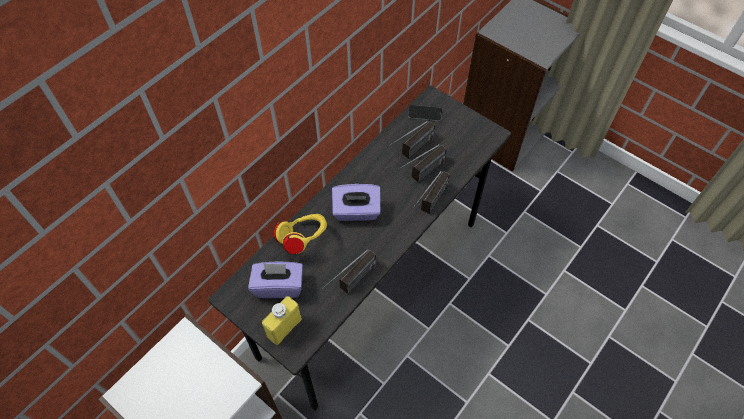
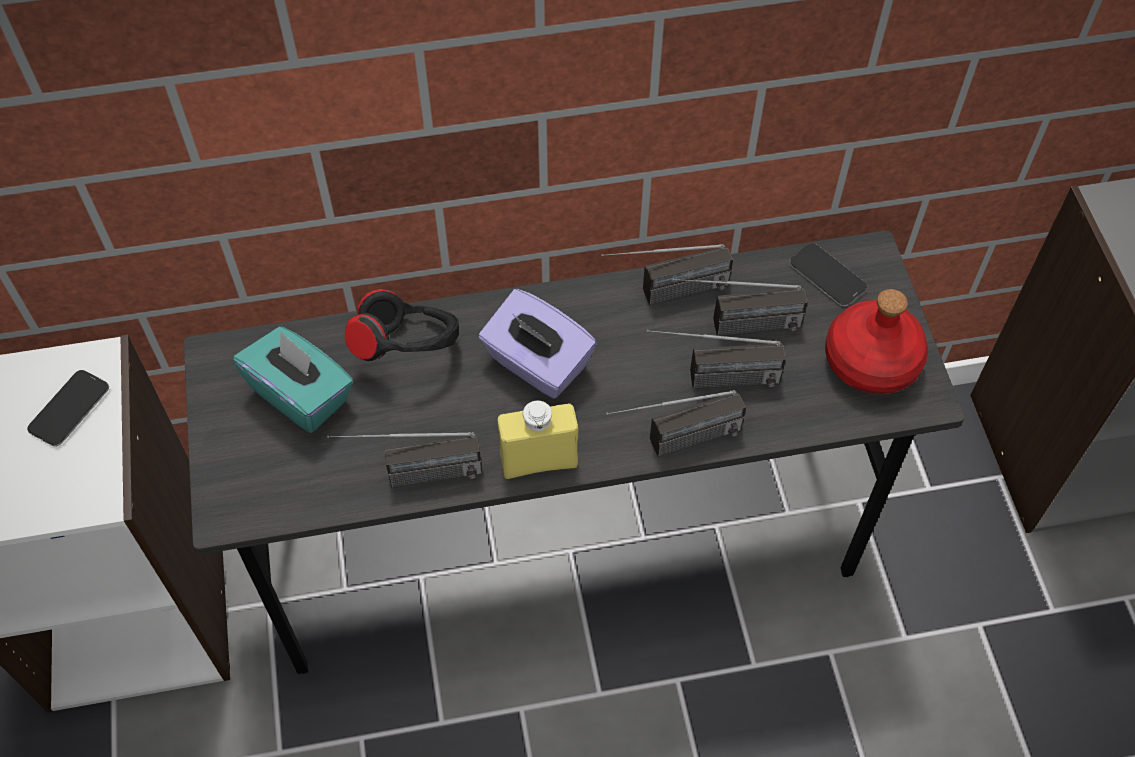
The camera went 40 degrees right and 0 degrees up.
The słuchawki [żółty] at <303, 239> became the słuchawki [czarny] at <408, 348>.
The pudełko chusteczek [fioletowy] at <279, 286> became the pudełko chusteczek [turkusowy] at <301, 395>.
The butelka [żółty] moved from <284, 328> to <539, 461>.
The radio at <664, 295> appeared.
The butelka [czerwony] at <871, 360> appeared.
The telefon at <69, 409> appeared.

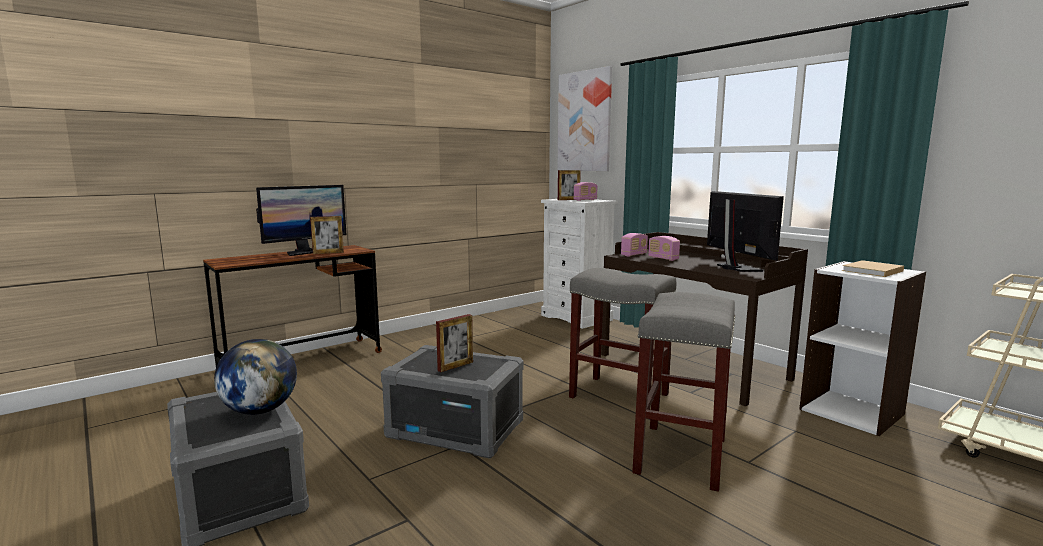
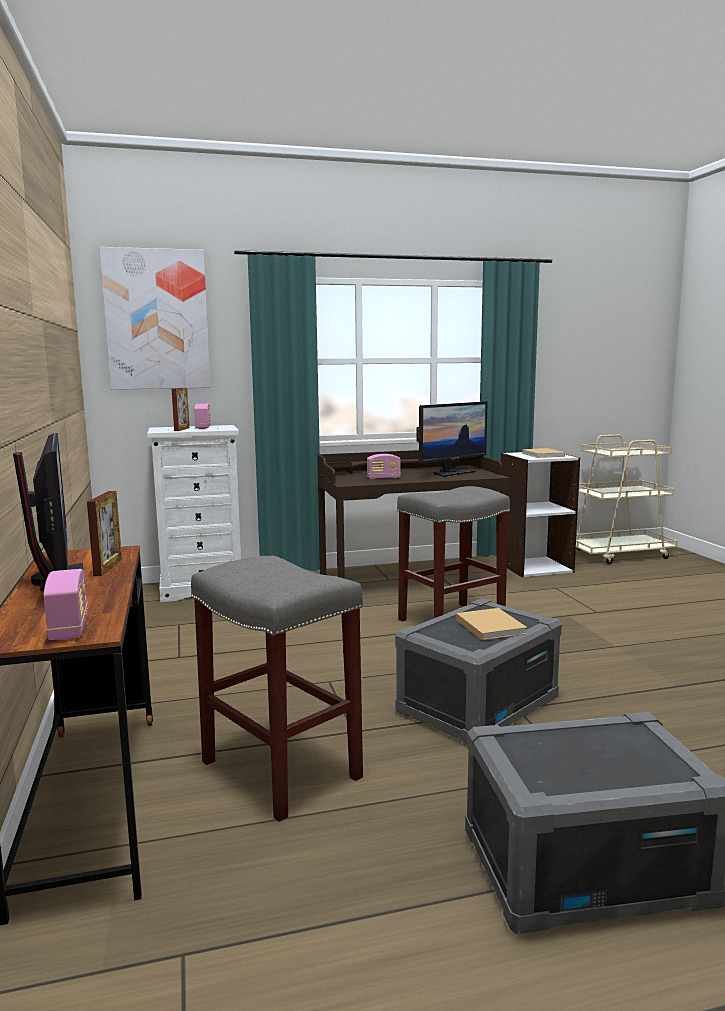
The camera went 65 degrees left and 0 degrees up.
The monitor at <735, 267> turned 135 degrees clockwise.
The radio moved from <634, 255> to <69, 628>.
The stołek [szary] moved from <681, 456> to <283, 770>.
The ramka na zdjęcie at <455, 366> was replaced by the książka [beżowy] at <489, 626>.
The globus at <260, 410> disappeared.

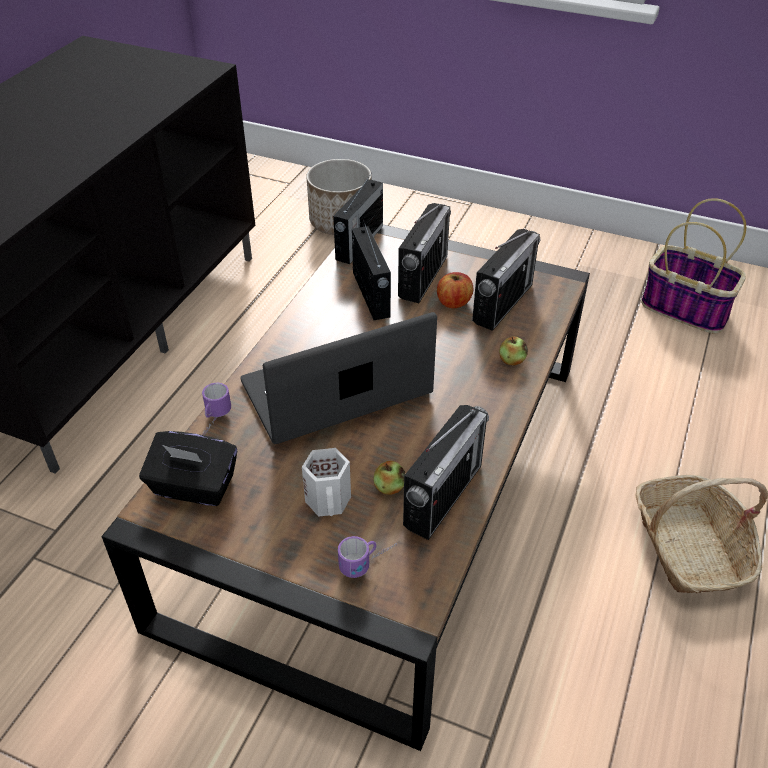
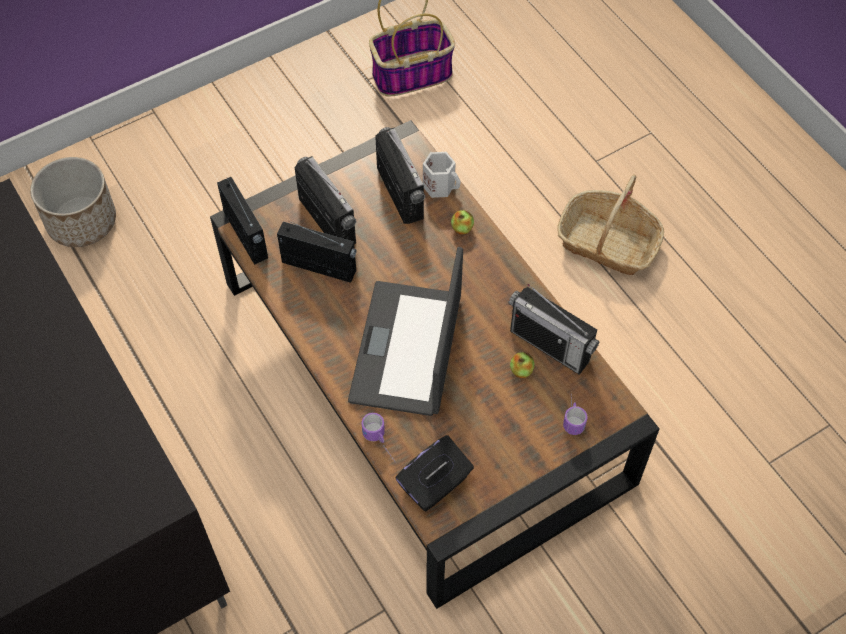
The camera went 55 degrees left and 15 degrees up.
The jabłko at <453, 302> disappeared.
The radio at <443, 496> turned 150 degrees clockwise.
The kubek [biały] moved from <329, 500> to <440, 186>.

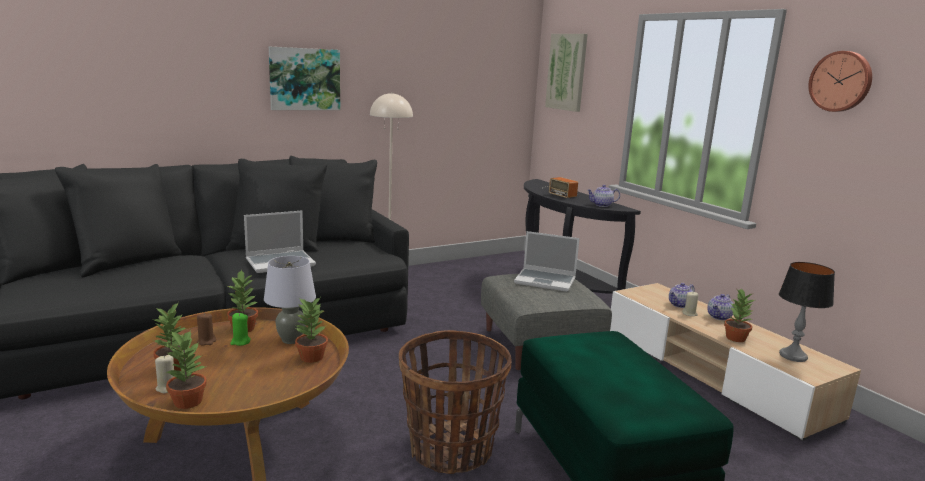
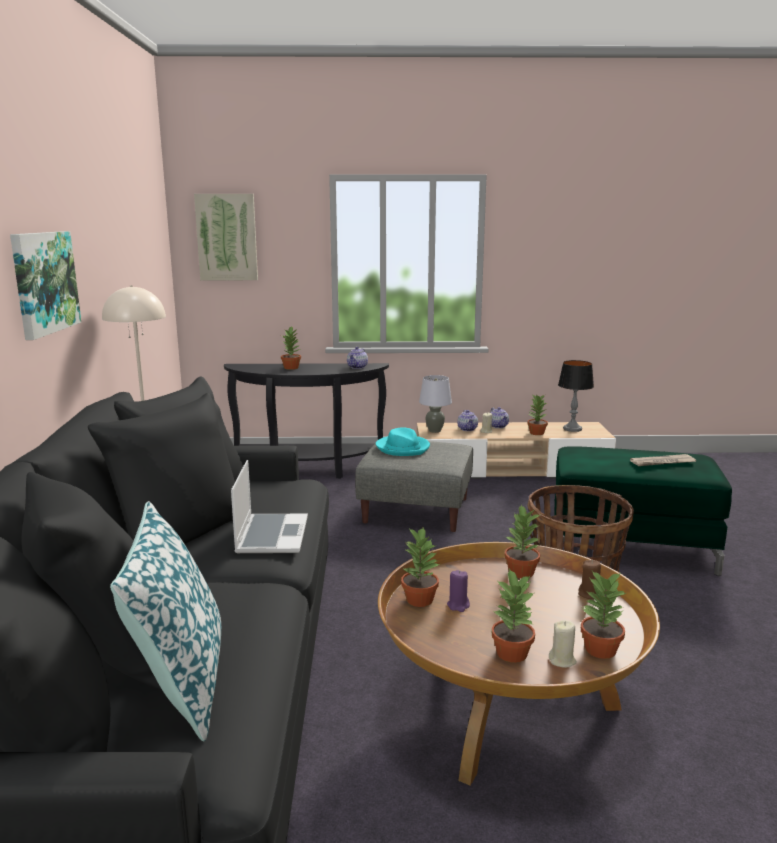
The camera went 60 degrees left and 0 degrees up.
The zegar ścienny at <841, 81> disappeared.
The radio at <559, 192> was replaced by the roślina doniczkowa at <291, 368>.
The laptop at <546, 281> was replaced by the kapelusz [turkusowy] at <403, 448>.
The lampa stołowa [szary] moved from <291, 340> to <435, 430>.
The świeca [brązowy] moved from <206, 341> to <589, 594>.
The świeca [zielony] at <240, 342> became the świeca [fioletowy] at <458, 605>.
The gazeta at <662, 462> appeared.
The poduszka at <180, 683> appeared.

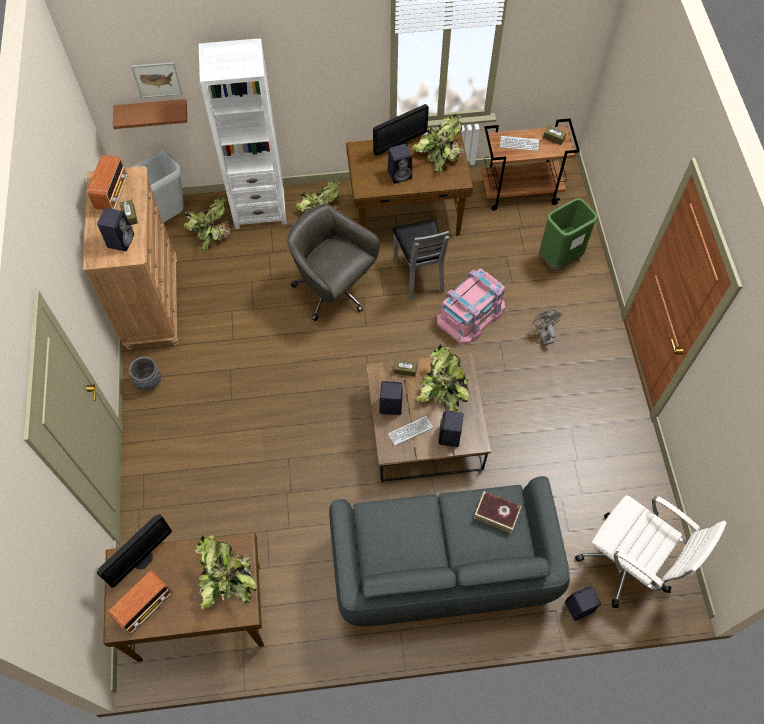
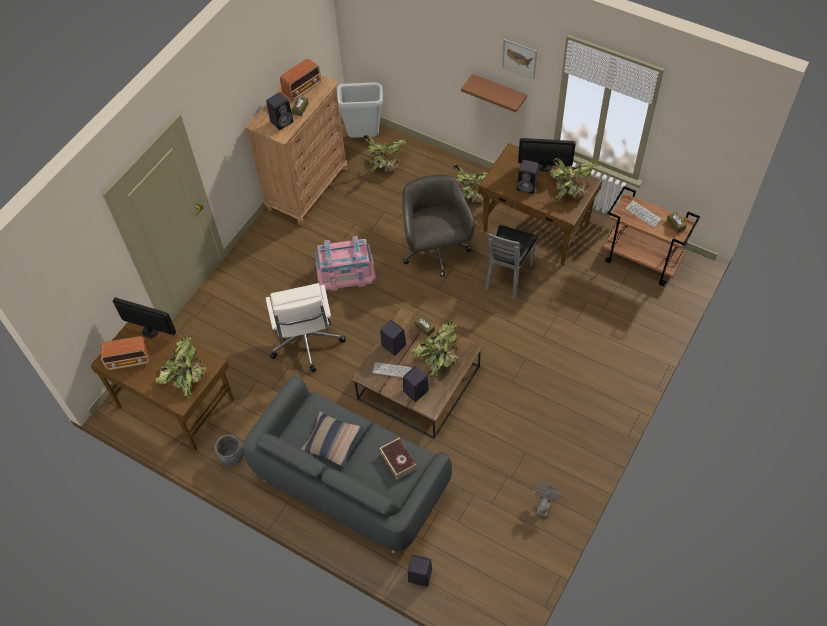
The camera went 40 degrees right and 5 degrees down.
The regał [biały] at <259, 209> disappeared.
The obraz moved from <157, 79> to <519, 58>.
The półka [brązowy] moved from <152, 112> to <499, 92>.
The kosz na śmieci [zielony] at <559, 259> disappeared.
The pojemnik do przechowywania [różowy] moved from <471, 314> to <345, 272>.
The wentylator [szary] moved from <544, 334> to <544, 505>.
The donica [szary] moved from <149, 381> to <232, 457>.
The krzesło biurowe [biały] moved from <628, 564> to <306, 342>.
The monitor at <142, 558> turned 150 degrees counterclockwise.
The poduszka at <332, 442> appeared.

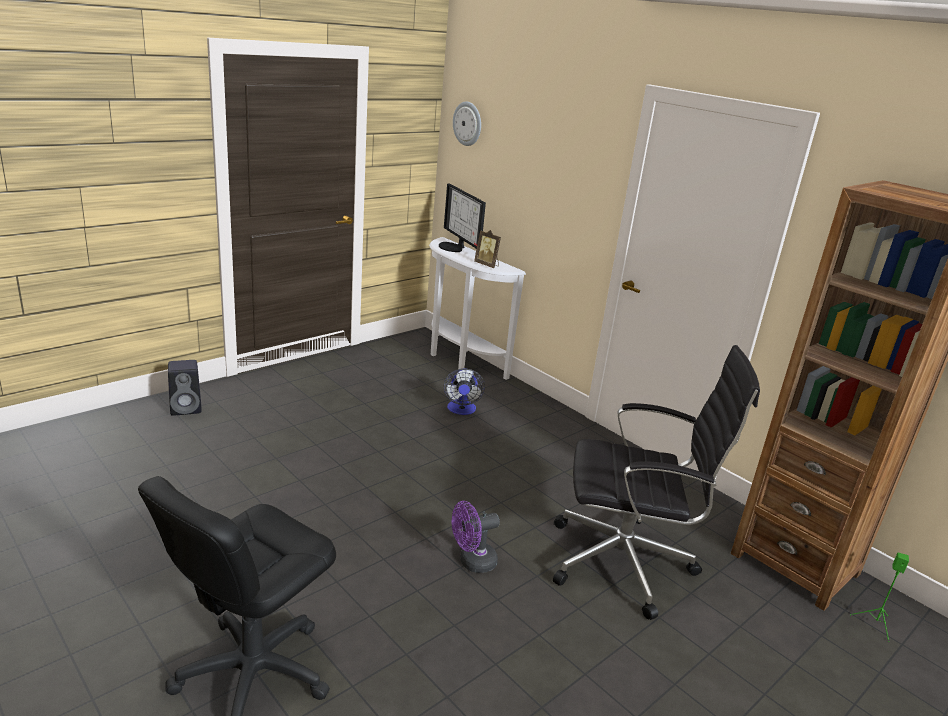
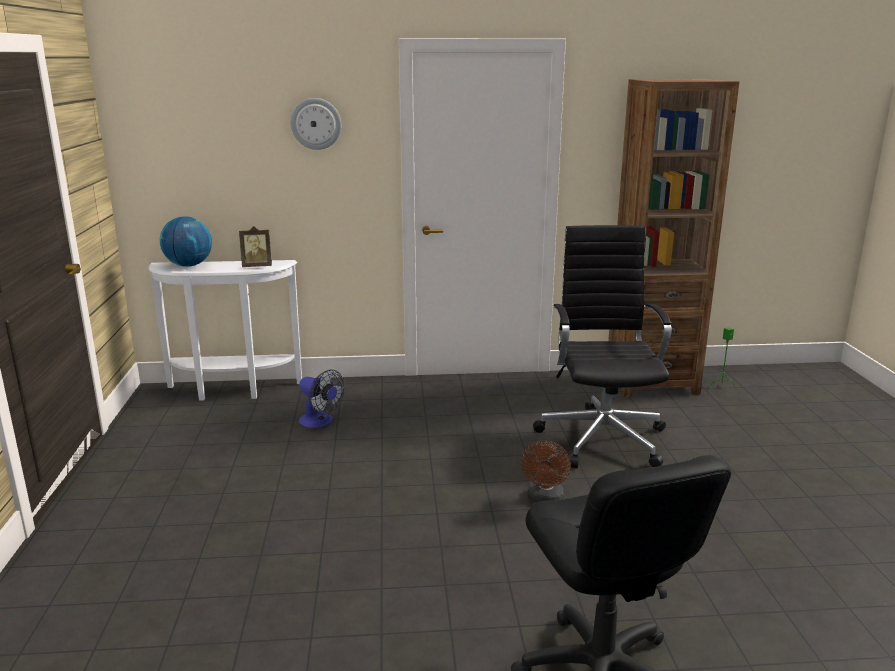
The camera went 50 degrees left and 5 degrees down.
The zegar ścienny moved from <468, 123> to <316, 123>.
The monitor at <454, 247> was replaced by the globus at <189, 265>.
The krzesło biurowe [czarny] at <625, 563> turned 45 degrees counterclockwise.
The głośnik [czarny] at <187, 408> disappeared.
The wentylator [fioletowy] at <472, 562> became the wentylator [brązowy] at <545, 500>.

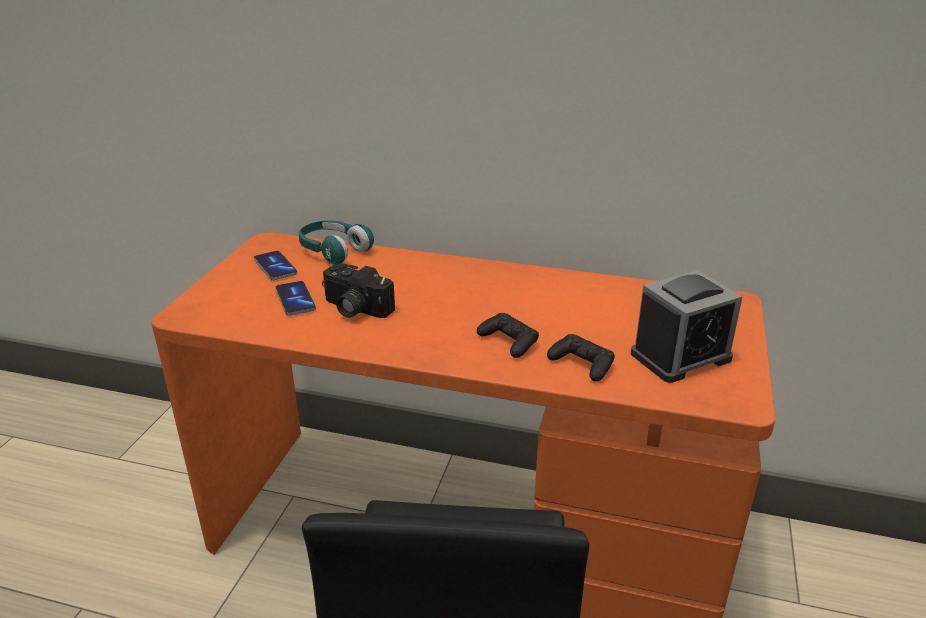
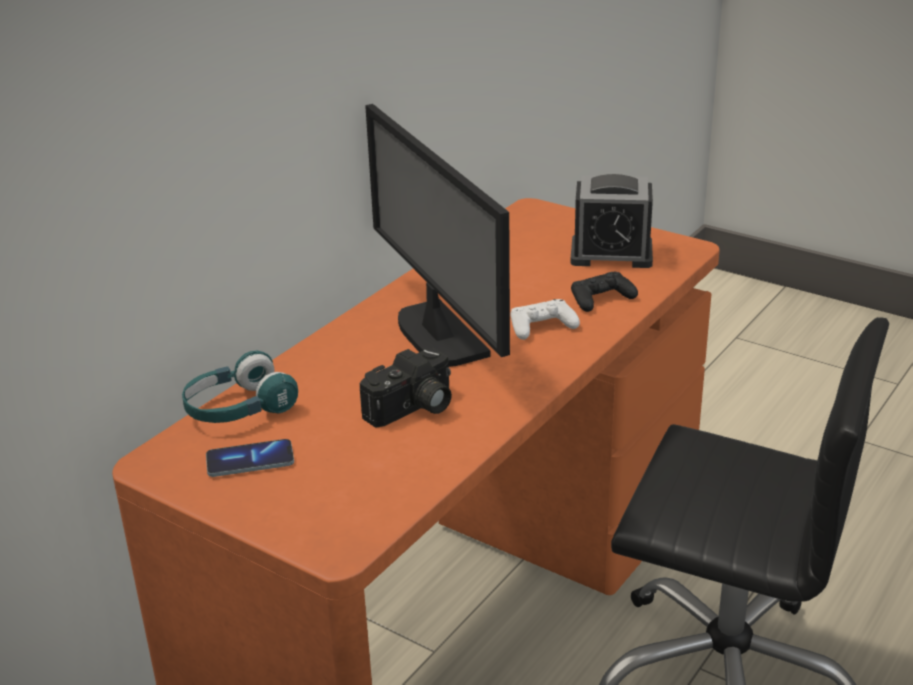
The camera went 70 degrees left and 0 degrees up.
The budzik at <680, 356> turned 105 degrees clockwise.
The telefon at <295, 300> disappeared.
The pad do gier [czarny] at <509, 341> became the pad do gier [biały] at <542, 327>.
The monitor at <437, 336> appeared.

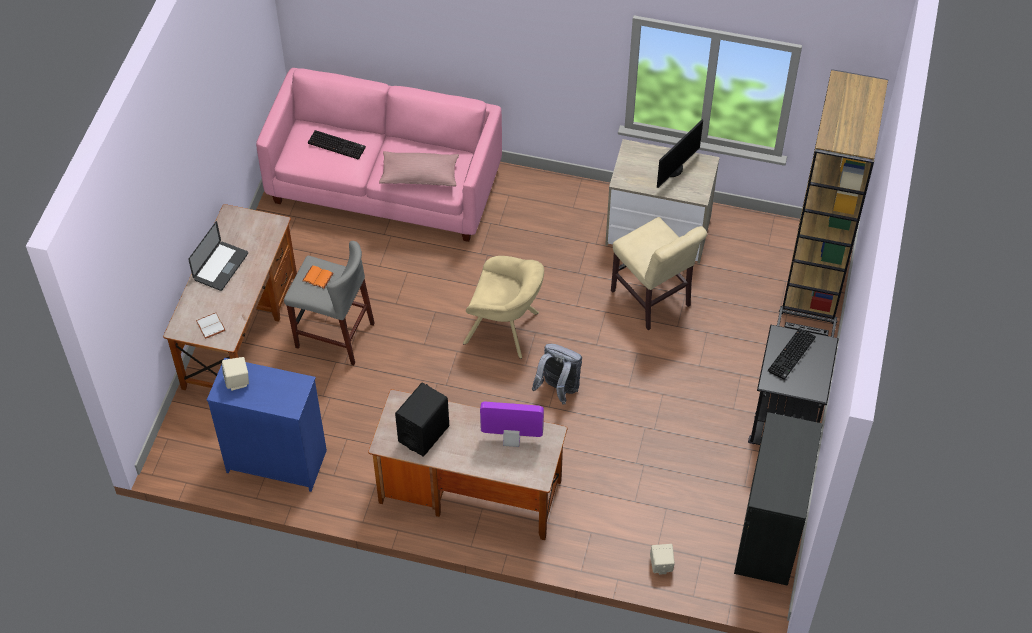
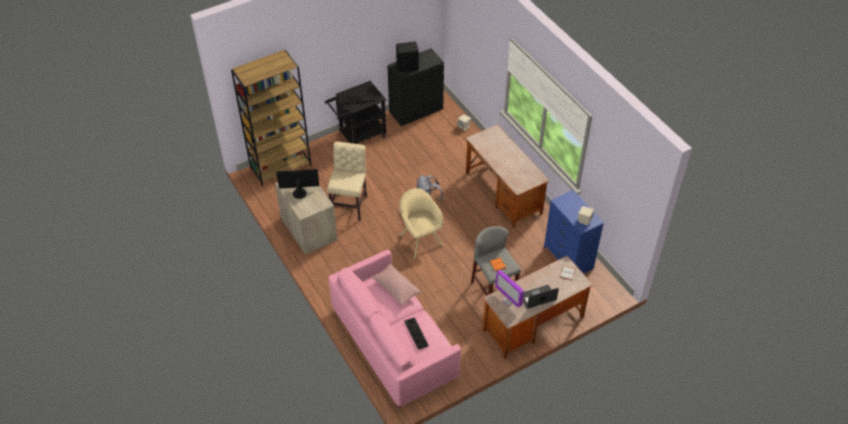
The camera went 135 degrees left and 5 degrees down.
The głośnik [czarny] moved from <424, 434> to <407, 66>.
The monitor moved from <511, 440> to <508, 300>.

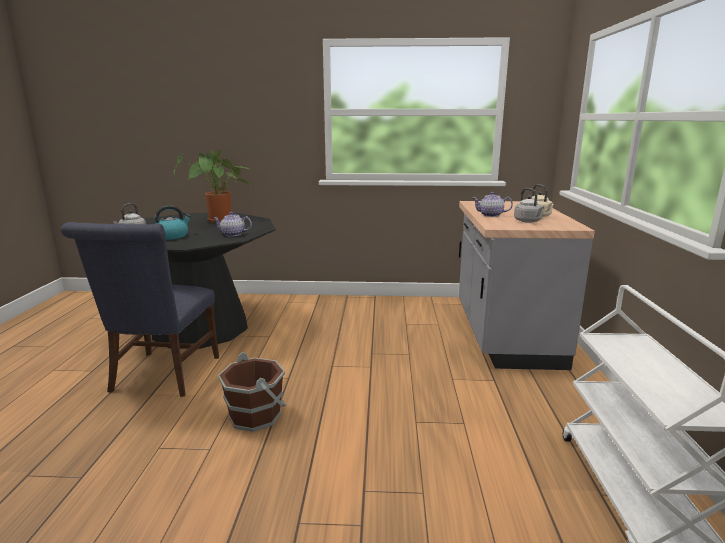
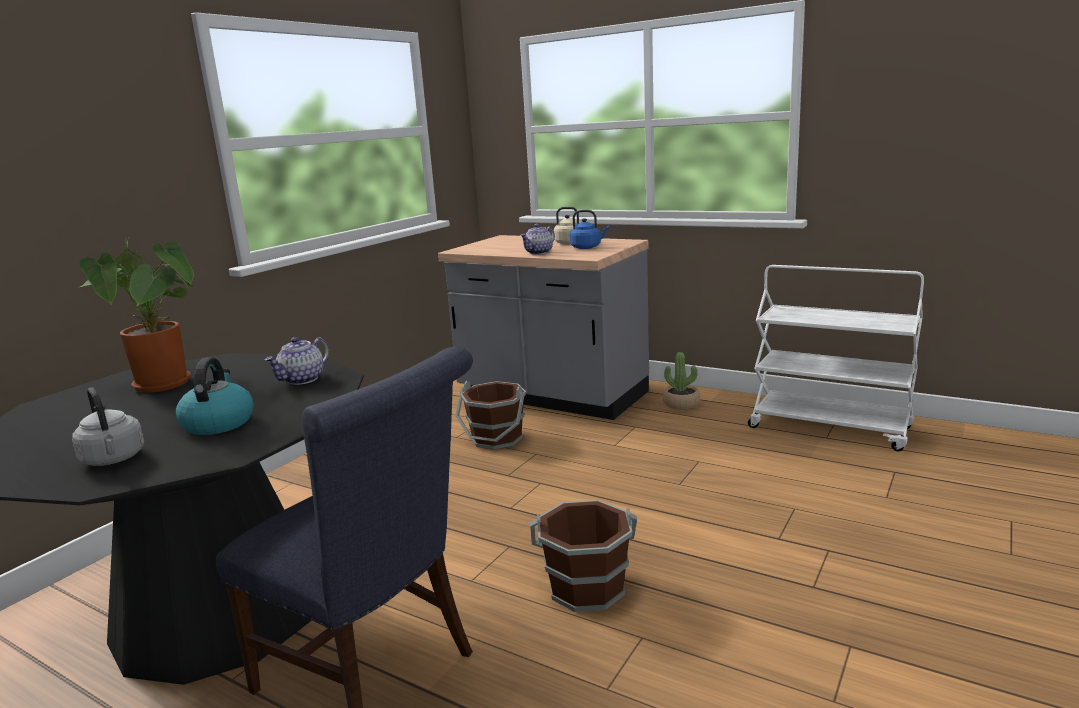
The camera went 60 degrees left and 0 degrees up.
The czajnik [szary] at <528, 221> became the czajnik [niebieski] at <587, 247>.
The roślina doniczkowa at <681, 404> appeared.
The wiadro [brązowy] at <496, 439> appeared.

